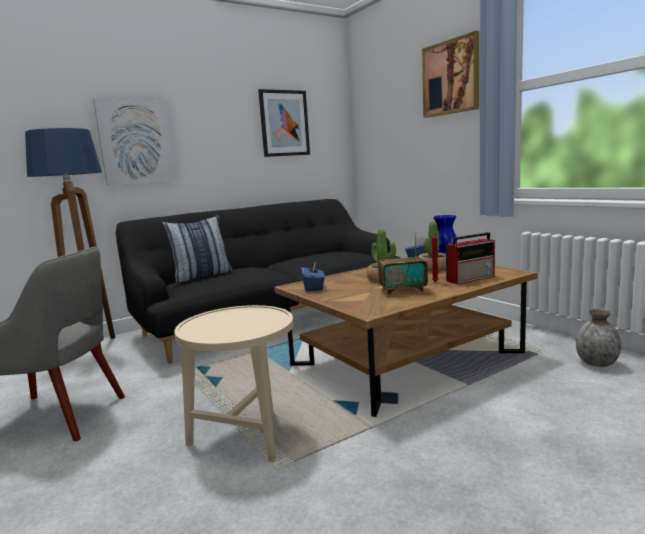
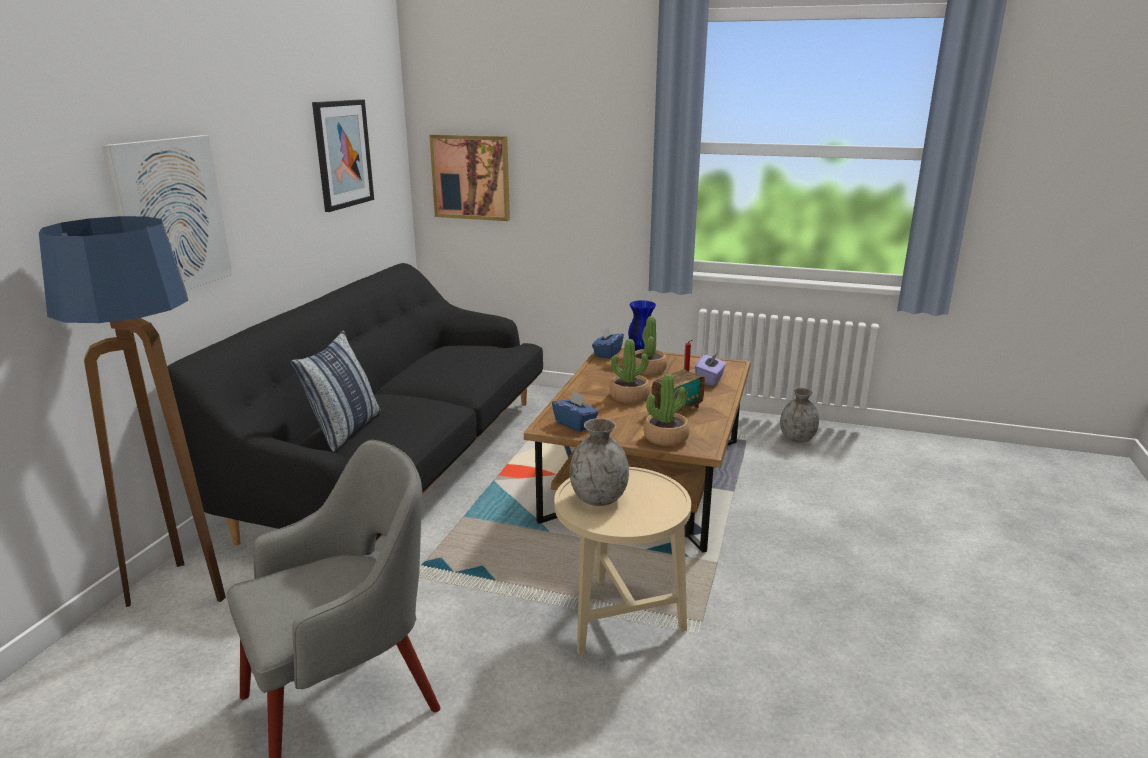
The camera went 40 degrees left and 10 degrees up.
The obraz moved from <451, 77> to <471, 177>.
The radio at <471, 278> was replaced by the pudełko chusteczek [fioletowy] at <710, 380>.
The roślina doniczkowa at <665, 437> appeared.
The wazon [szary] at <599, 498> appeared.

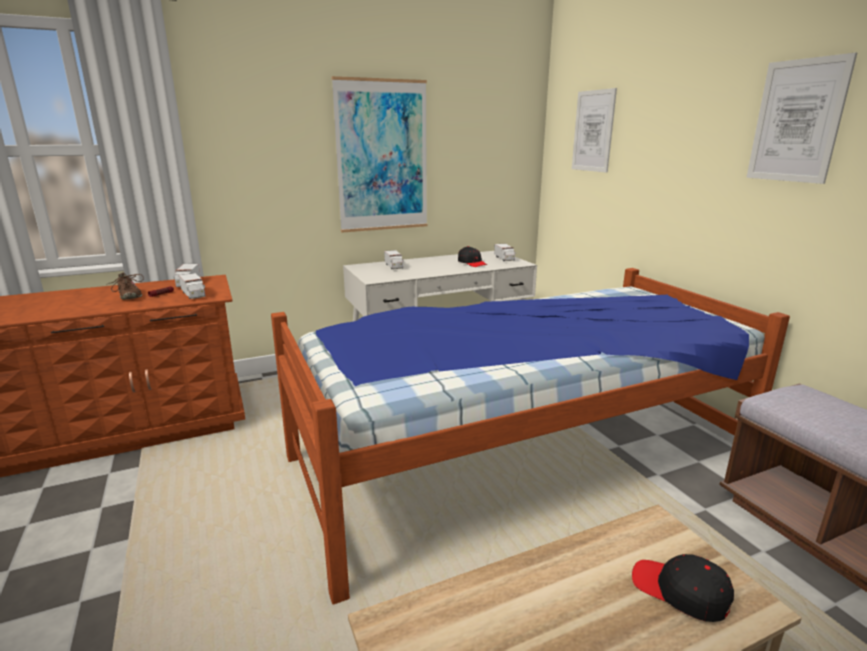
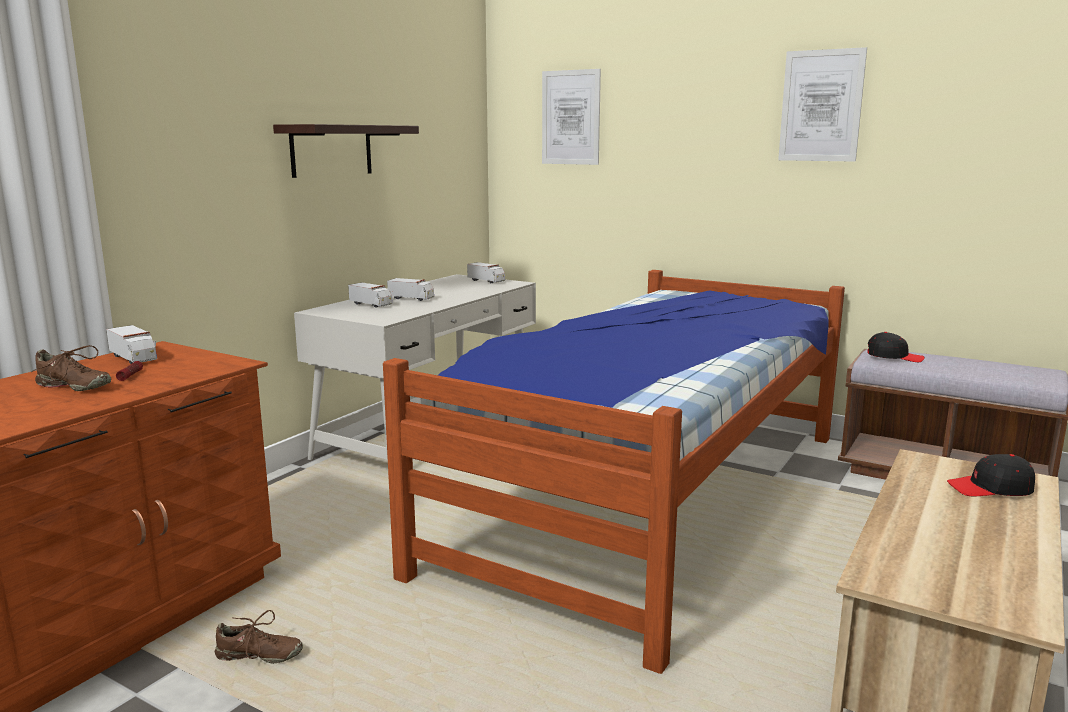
The camera went 35 degrees left and 5 degrees down.
The obraz at <382, 157> was replaced by the półka at <331, 150>.
The czapka z daszkiem [czarny] moved from <472, 263> to <894, 357>.
The ciężarówka zabawkowa moved from <194, 294> to <411, 298>.
The but [brązowy] at <259, 656> appeared.

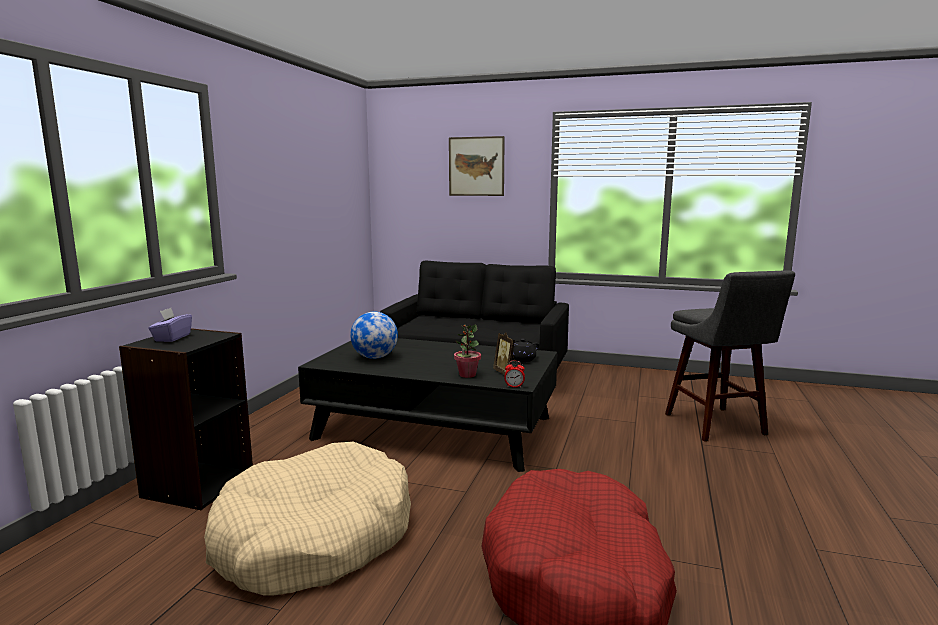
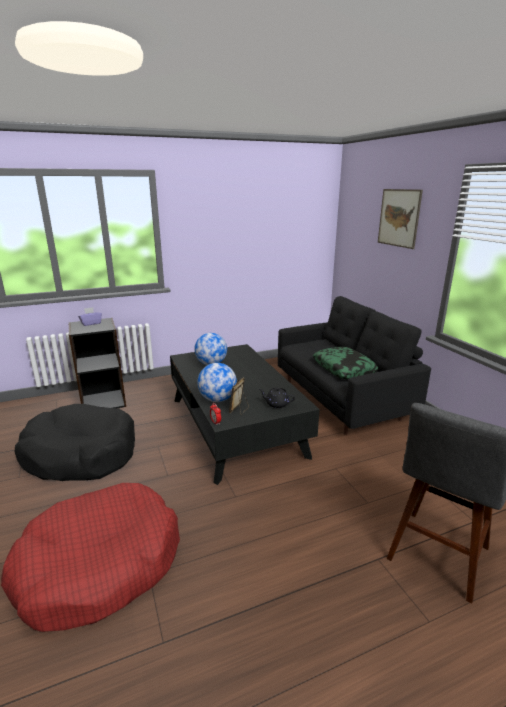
The camera went 50 degrees right and 10 degrees up.
The roślina doniczkowa at <467, 375> was replaced by the globus at <217, 399>.
The legowisko [beżowy] at <314, 538> became the legowisko [czarny] at <81, 454>.
The poduszka at <344, 369> appeared.

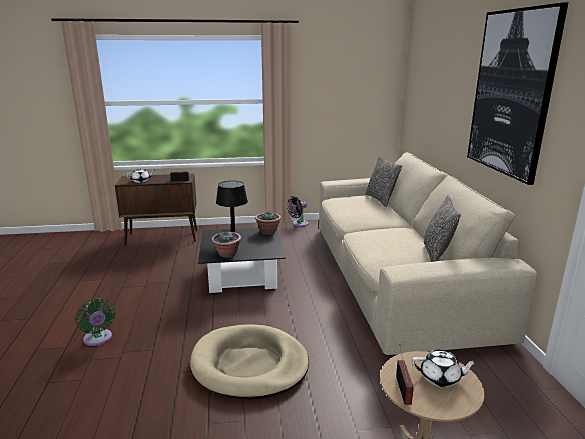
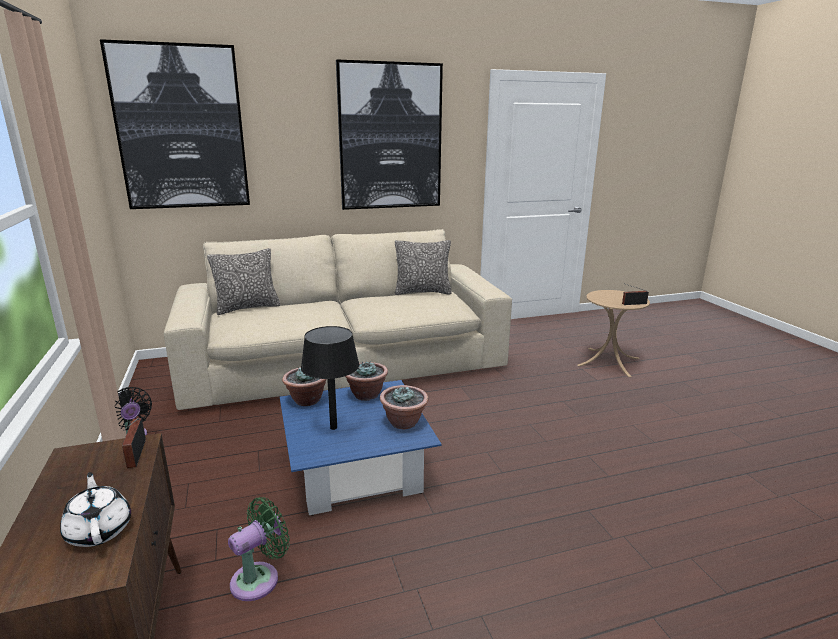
The camera went 100 degrees left and 0 degrees up.
The ława [czarny] at <242, 275> became the ława [niebieski] at <356, 470>.
The wentylator [zielony] moved from <98, 339> to <259, 578>.
The legowisko [beżowy] at <249, 365> disappeared.
The imbryk [biały] at <441, 378> disappeared.
The obraz at <181, 128> appeared.
The roślina doniczkowa at <366, 395> appeared.

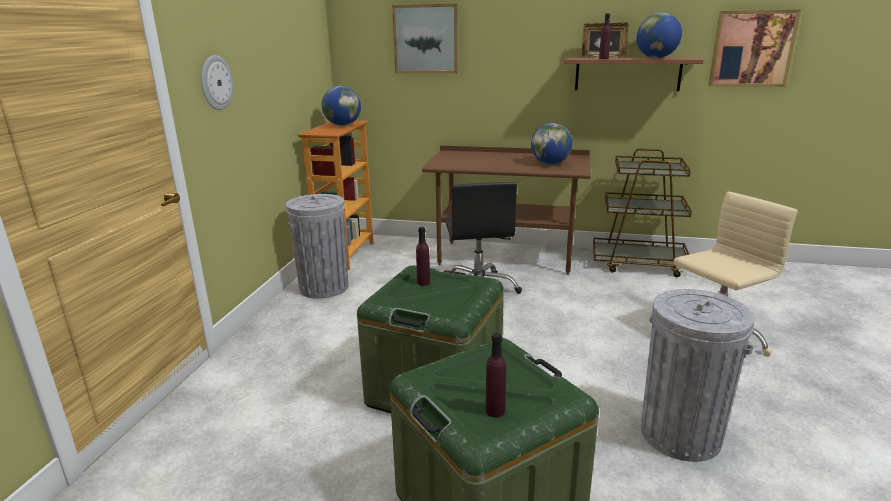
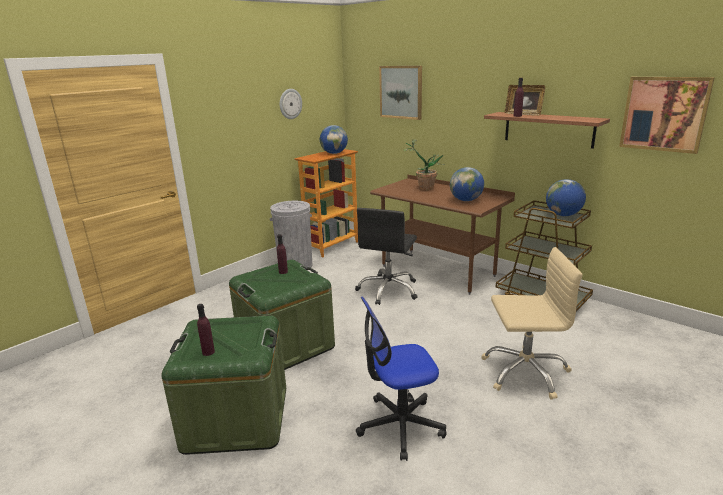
The camera went 30 degrees right and 0 degrees up.
The globus moved from <656, 58> to <563, 215>.
The zegar ścienny moved from <216, 83> to <290, 104>.
The kosz na śmieci [szary] at <680, 434> was replaced by the krzesło biurowe at <400, 425>.
The roślina doniczkowa at <422, 187> appeared.

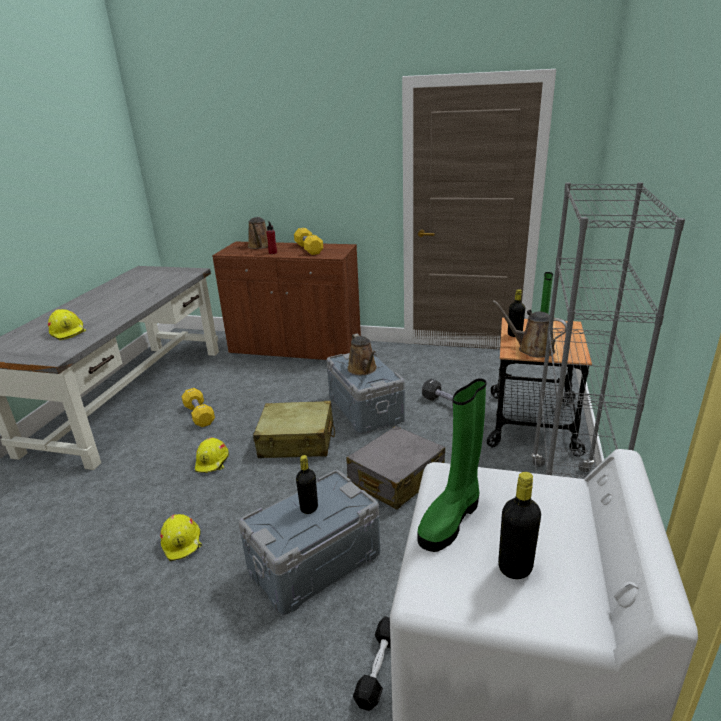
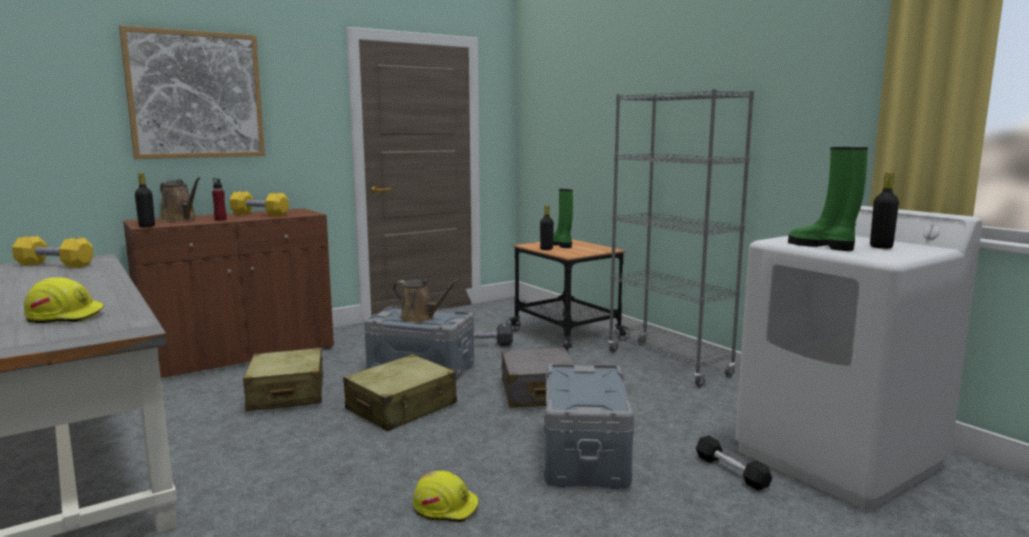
The camera went 50 degrees left and 15 degrees down.
The konewka [brązowy] at <532, 349> disappeared.
The but z cholewką [zielony] at <451, 519> turned 150 degrees clockwise.
The hantel [żółty] moved from <199, 415> to <55, 265>.
The kask [żółty] at <213, 462> disappeared.
The butelka [czarny] moved from <309, 508> to <147, 226>.
The obraz at <196, 95> appeared.
The walizka [beżowy] at <287, 394> appeared.

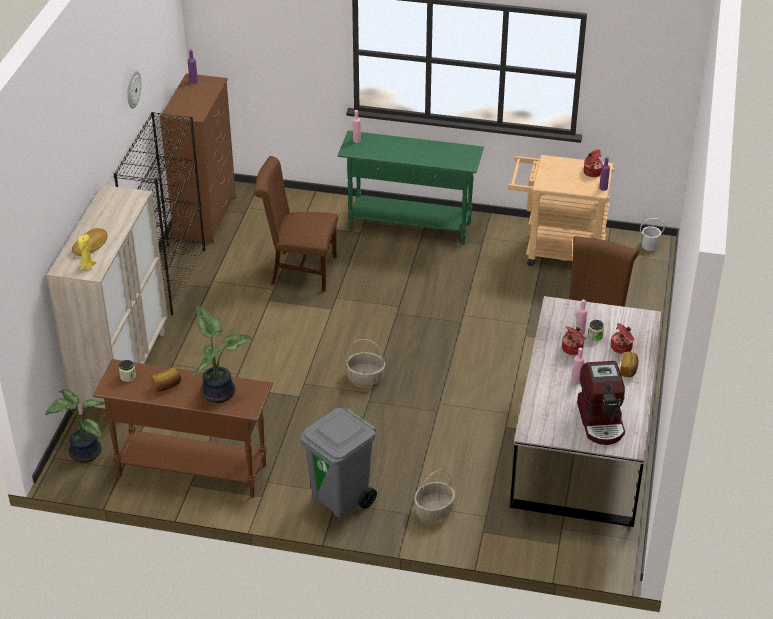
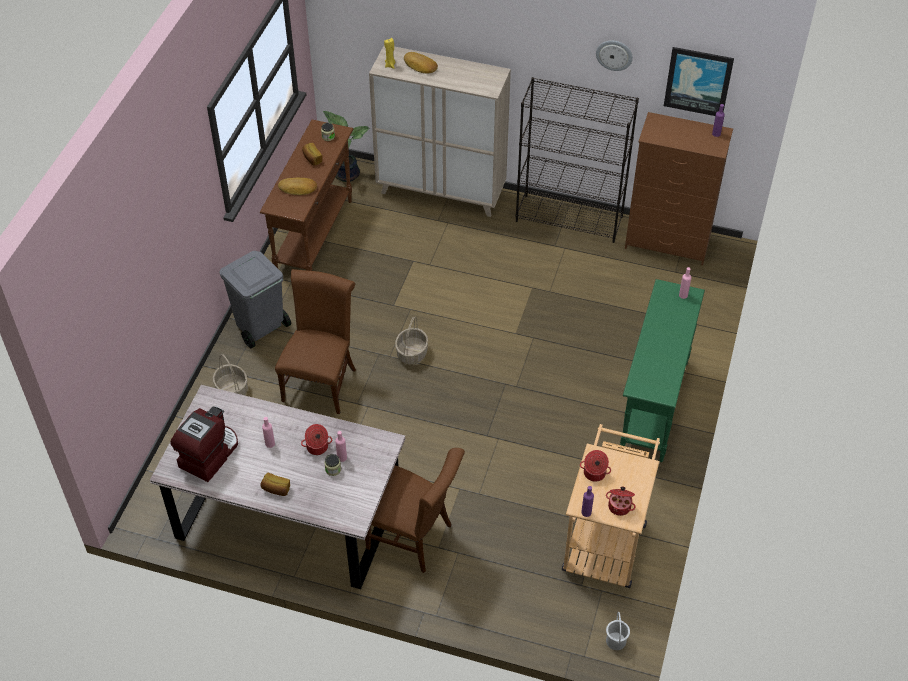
The camera went 95 degrees right and 10 degrees up.
The krzesło [brązowy] moved from <299, 270> to <321, 381>.
The roślina doniczkowa at <219, 391> was replaced by the chleb at <298, 189>.
The garnek moved from <622, 347> to <594, 473>.
The ekspres do kawy at <601, 421> turned 120 degrees clockwise.
The obraz at <698, 81> appeared.

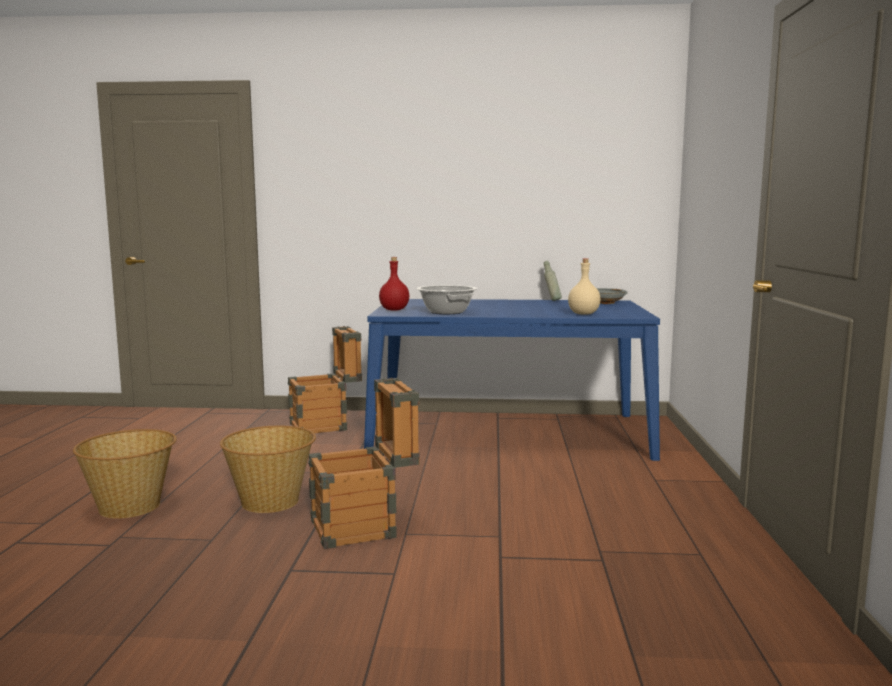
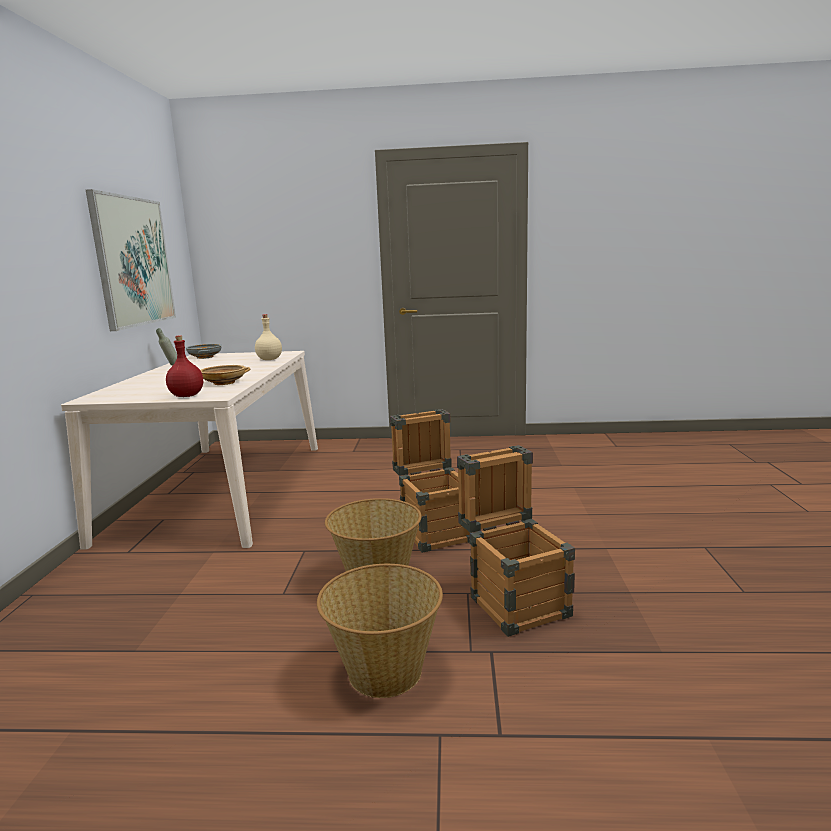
The camera went 90 degrees left and 5 degrees up.
The garnek at <447, 312> was replaced by the miska [beżowy] at <224, 383>.
The stół jadalny [niebieski] at <508, 433> became the stół jadalny [beżowy] at <222, 489>.
The skrzynka moved from <326, 426> to <513, 600>.
The obraz at <133, 262> appeared.

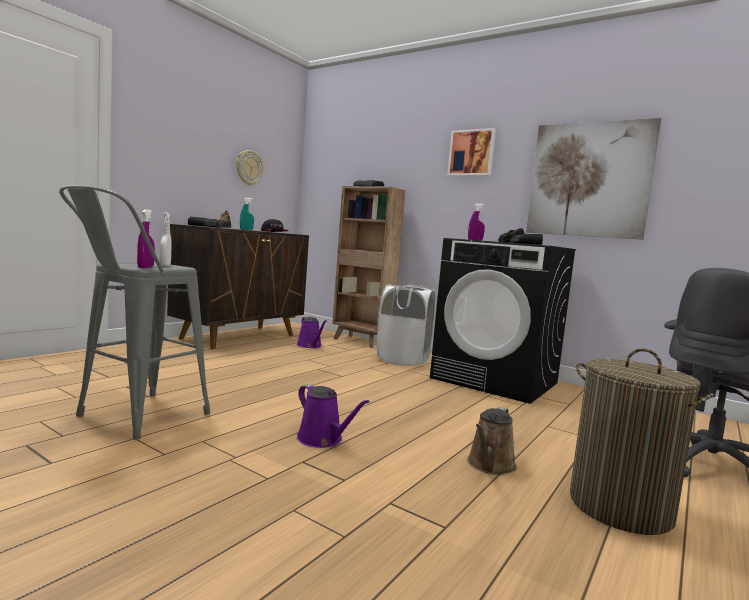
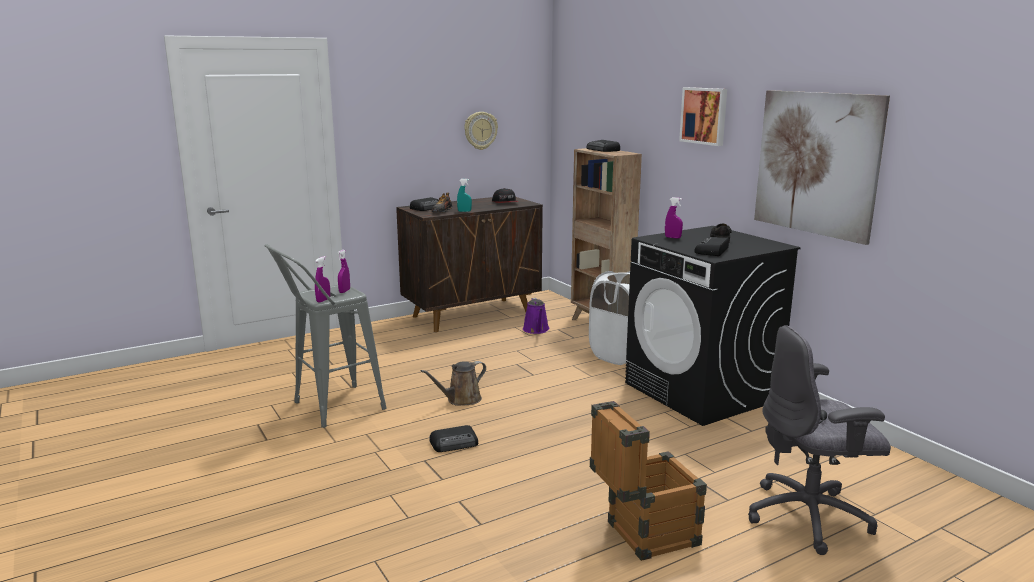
The camera went 25 degrees right and 10 degrees up.
The spryskiwacz [biały] at <165, 265> became the spryskiwacz [fioletowy] at <344, 291>.
The kosz na pranie at <619, 507> was replaced by the skrzynka at <642, 535>.
The konewka [fioletowy] at <322, 439> was replaced by the radio at <455, 443>.
The konewka [brązowy] moved from <490, 465> to <461, 400>.

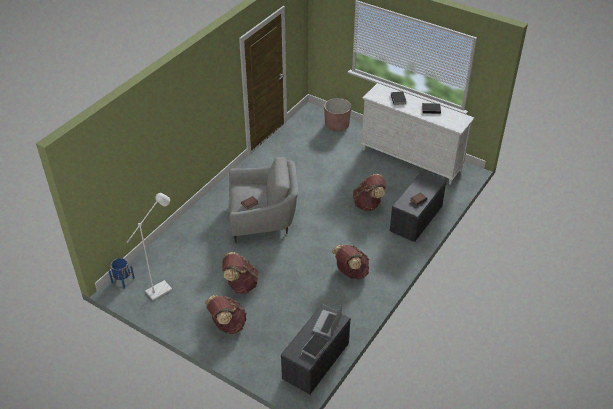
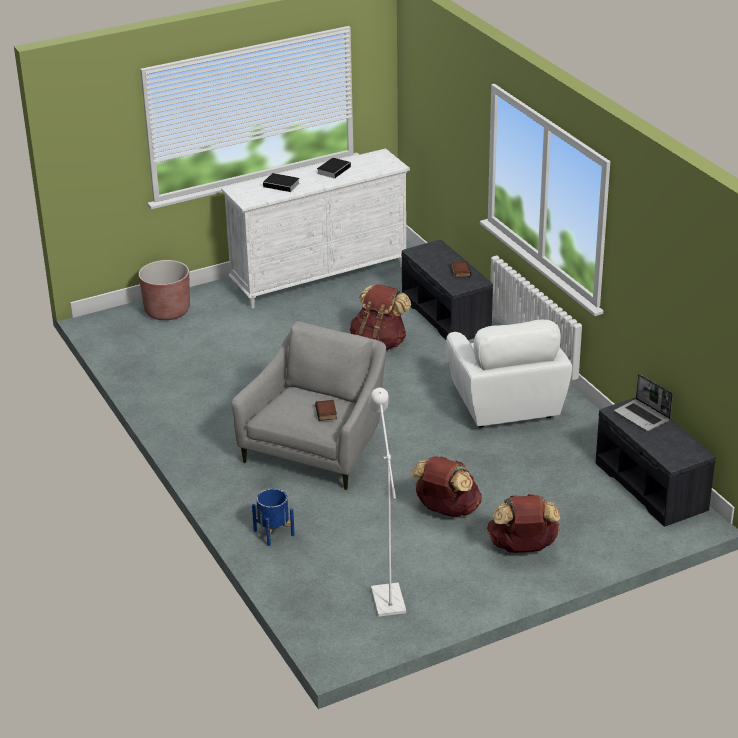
The camera went 60 degrees left and 10 degrees down.
The plecak [brązowy] at <350, 272> was replaced by the fotel [biały] at <505, 403>.
The donica [niebieski] moved from <123, 280> to <274, 533>.
The książka at <314, 348> disappeared.

